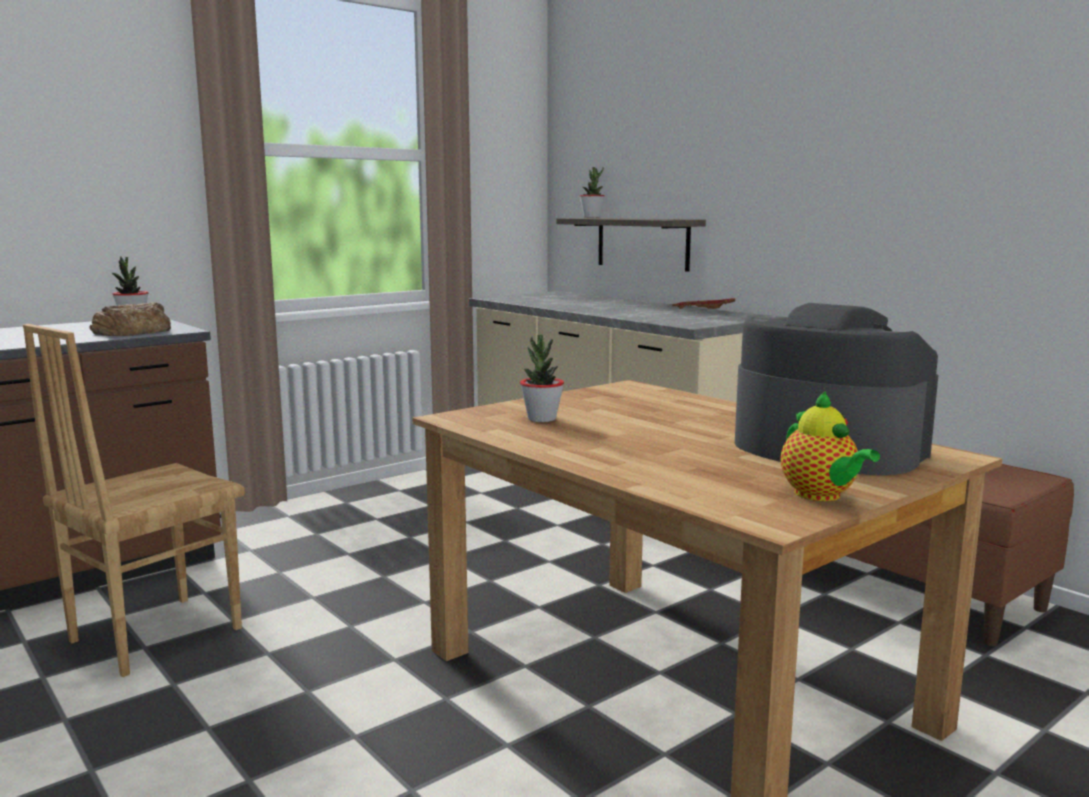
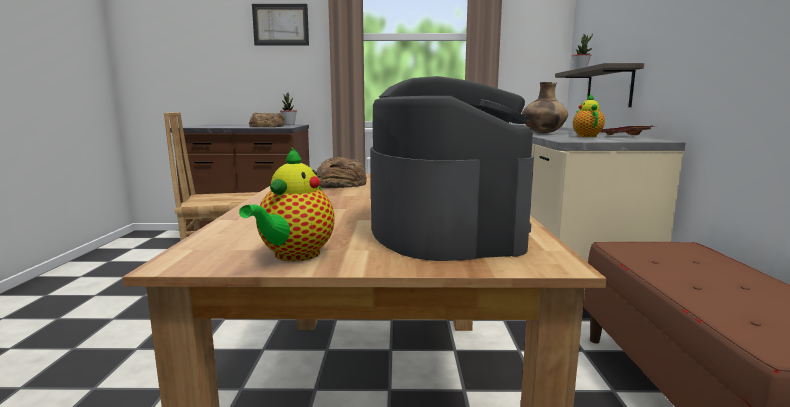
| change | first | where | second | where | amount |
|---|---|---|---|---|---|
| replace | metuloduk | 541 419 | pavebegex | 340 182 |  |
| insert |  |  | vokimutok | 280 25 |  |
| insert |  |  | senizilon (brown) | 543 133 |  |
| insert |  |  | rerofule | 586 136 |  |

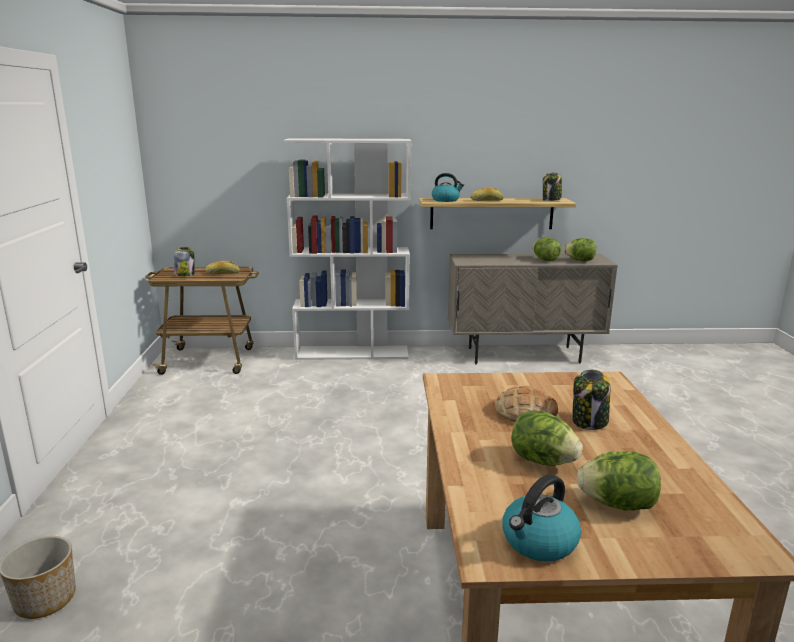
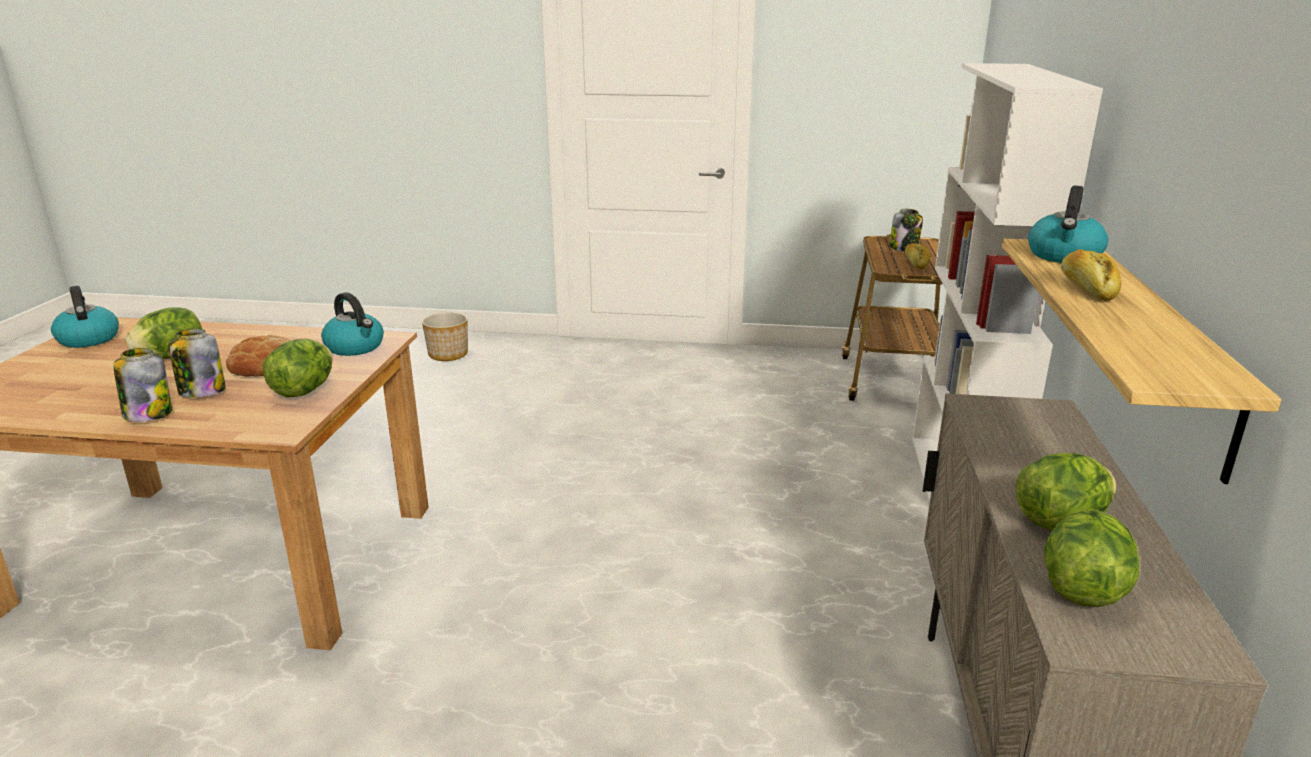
| change | first | where | second | where | amount |
|---|---|---|---|---|---|
| move | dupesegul | 551 200 |  | 148 414 |  |
| move | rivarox | 617 504 |  | 304 391 |  |
| insert |  |  | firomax | 355 347 |  |

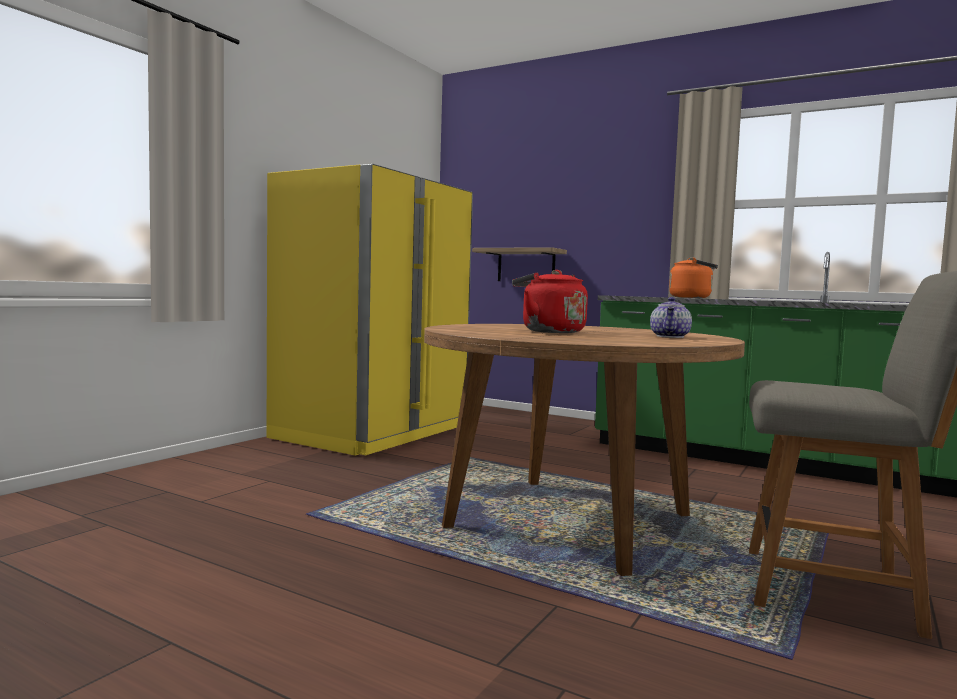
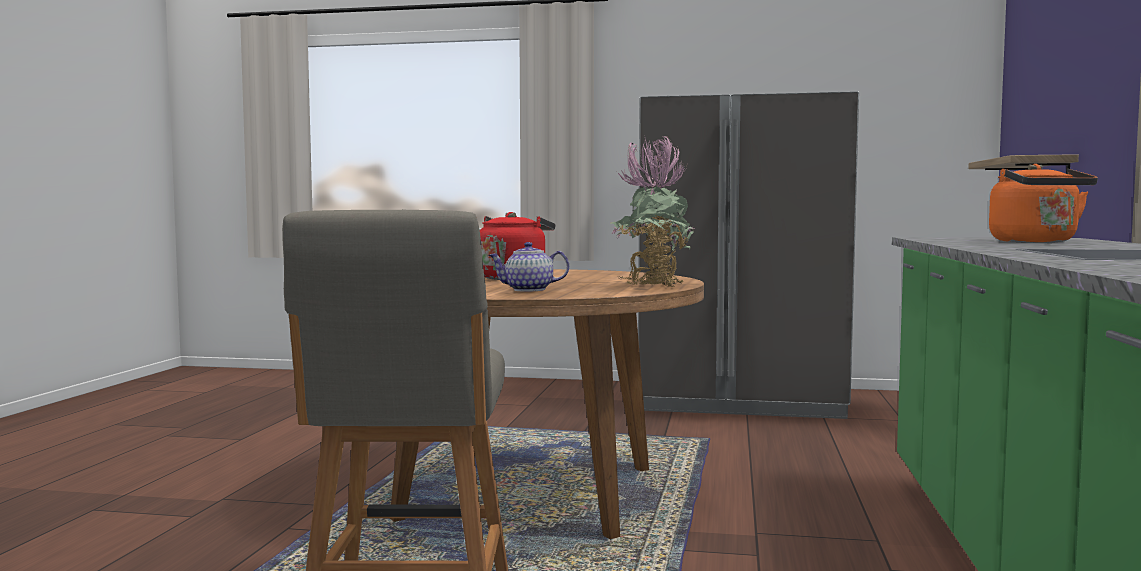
| change | first | where | second | where | amount |
|---|---|---|---|---|---|
| recolor | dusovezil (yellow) | 373 433 | dusovezil (grey) | 741 401 |  |
| insert |  |  | metuloduk | 652 286 |  |

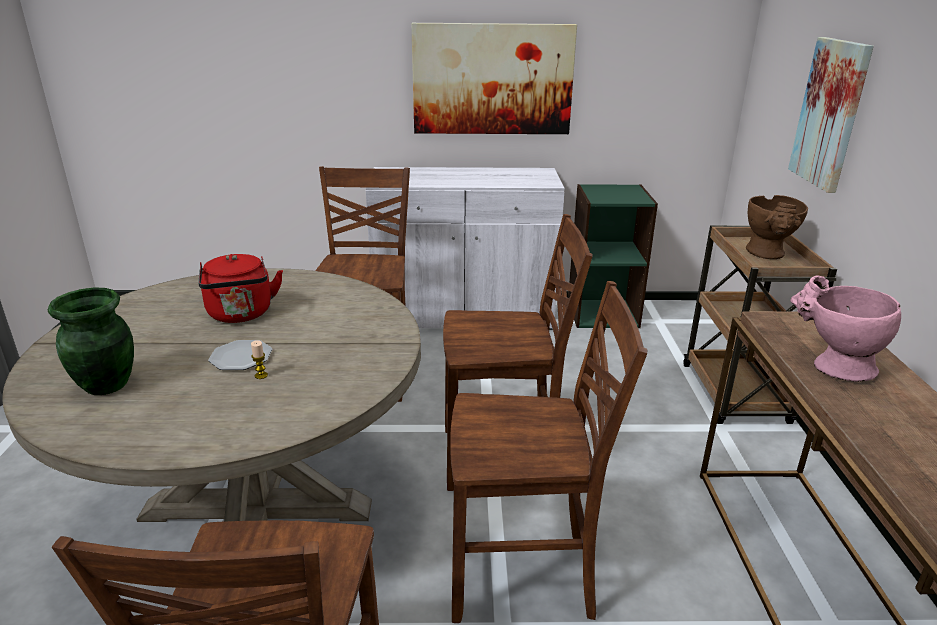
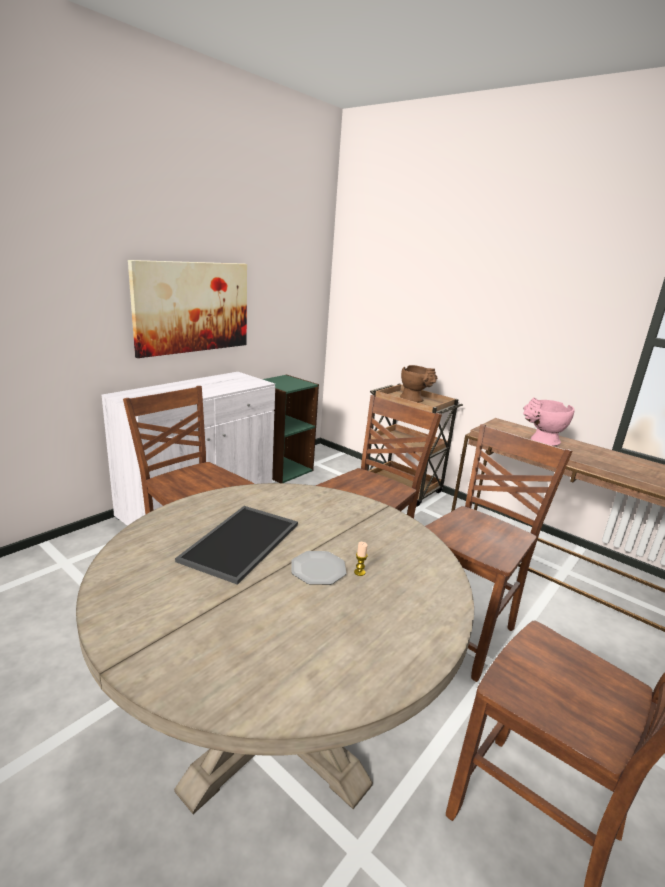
| change | first | where | second | where | amount |
|---|---|---|---|---|---|
| delete | senizilon (green) | 106 385 |  |  |  |
| replace | firomax (red) | 241 315 | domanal | 242 543 |  |
| delete | vokimutok | 830 113 |  |  |  |

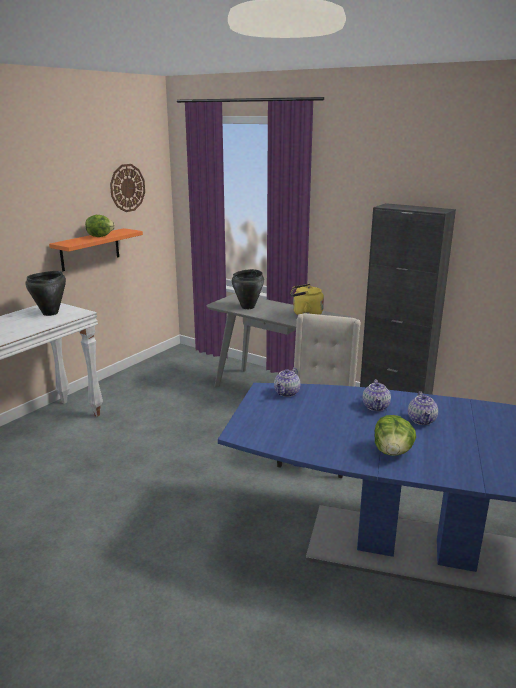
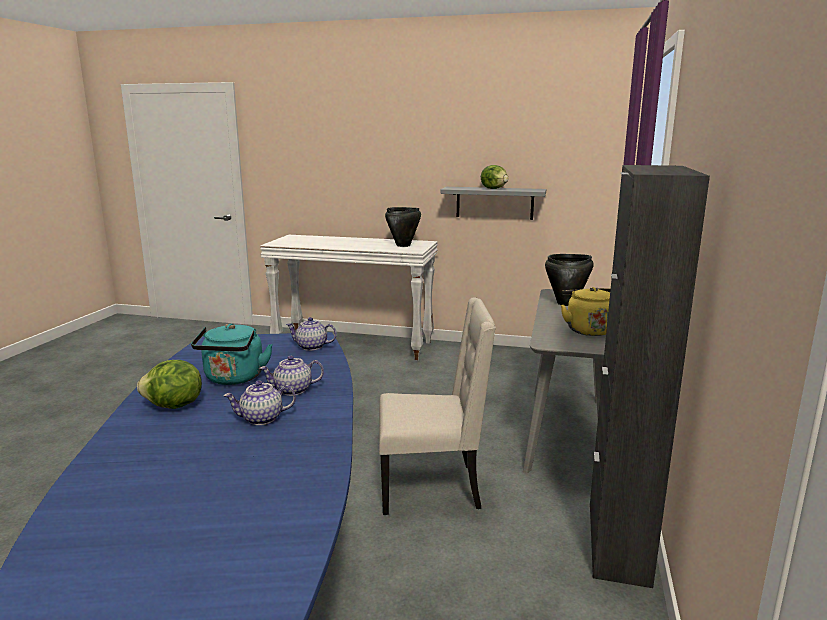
| change | first | where | second | where | amount |
|---|---|---|---|---|---|
| recolor | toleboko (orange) | 90 249 | toleboko (grey) | 494 203 |  |
| delete | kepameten | 127 188 |  |  |  |
| insert |  |  | firomax (turquoise) | 233 379 |  |

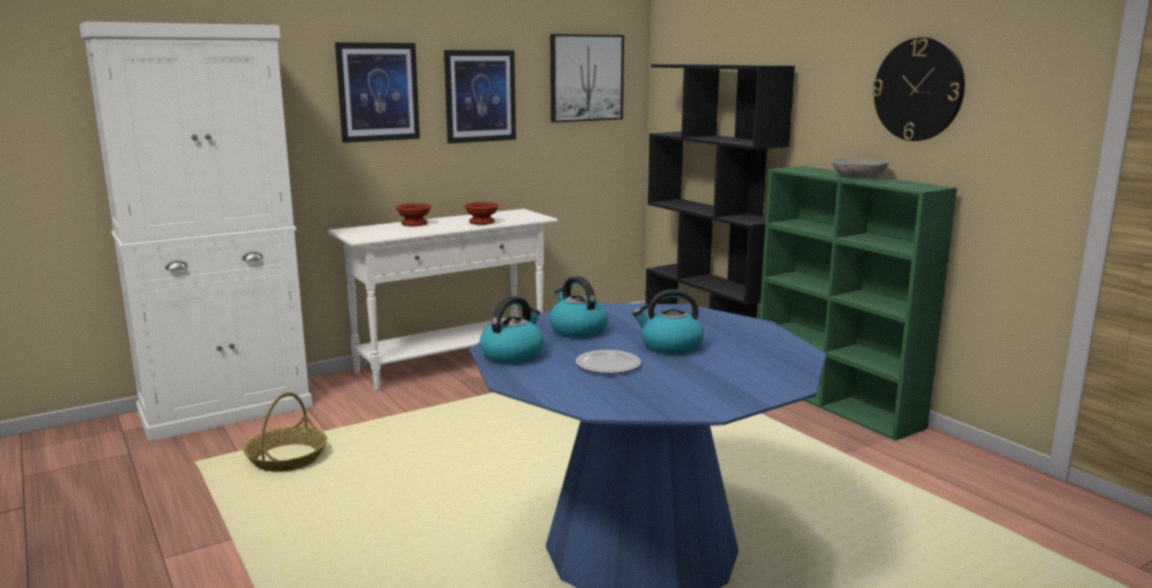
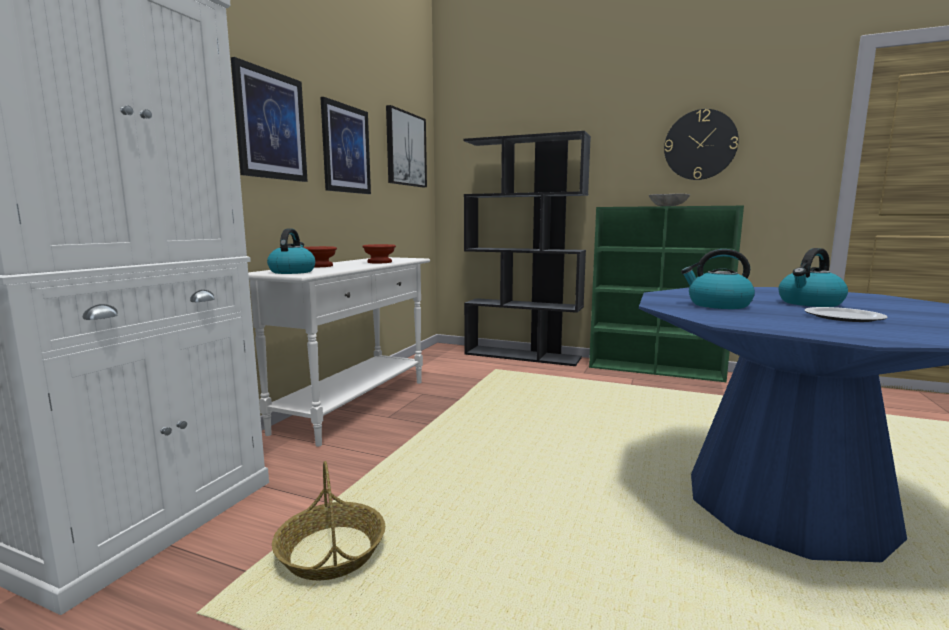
| change | first | where | second | where | amount |
|---|---|---|---|---|---|
| move | firomax | 513 355 |  | 292 272 |  |

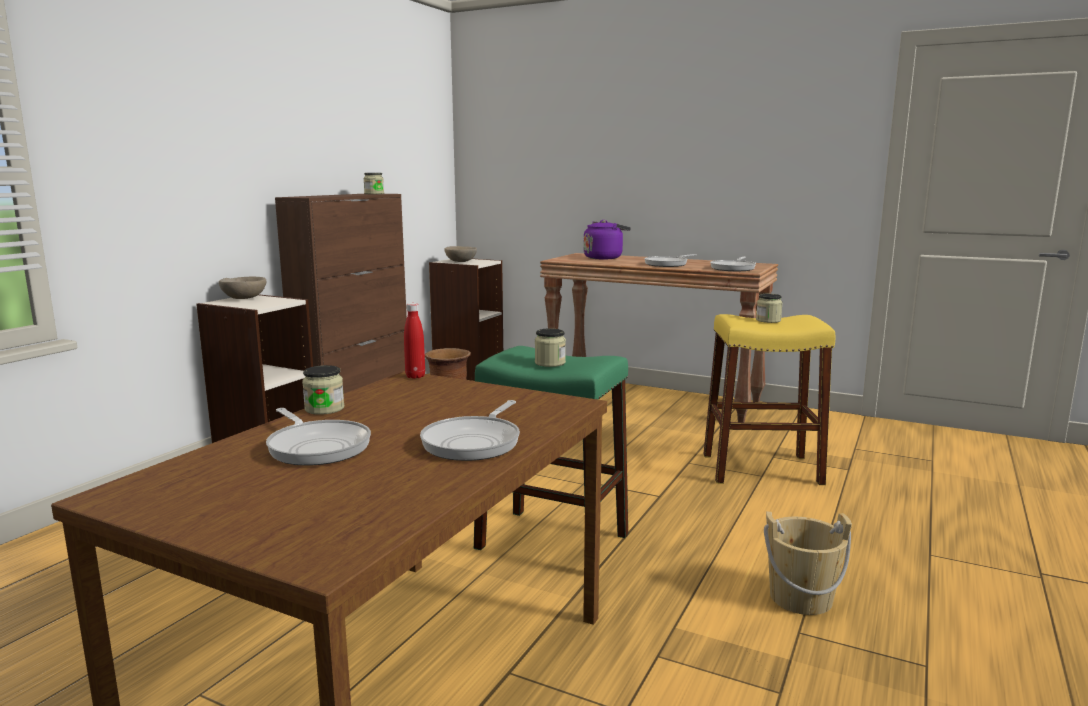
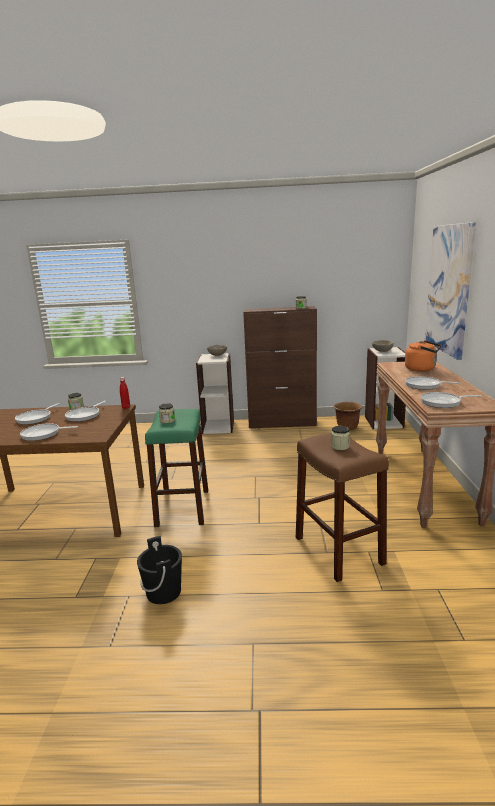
| change | first | where | second | where | amount |
|---|---|---|---|---|---|
| recolor | firomax (purple) | 604 258 | firomax (orange) | 422 369 |  |
| recolor | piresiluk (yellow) | 761 469 | piresiluk (brown) | 338 550 |  |
| recolor | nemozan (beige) | 800 598 | nemozan (black) | 163 592 |  |
| insert |  |  | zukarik | 84 415 |  |
| insert |  |  | vokimutok | 449 289 |  |

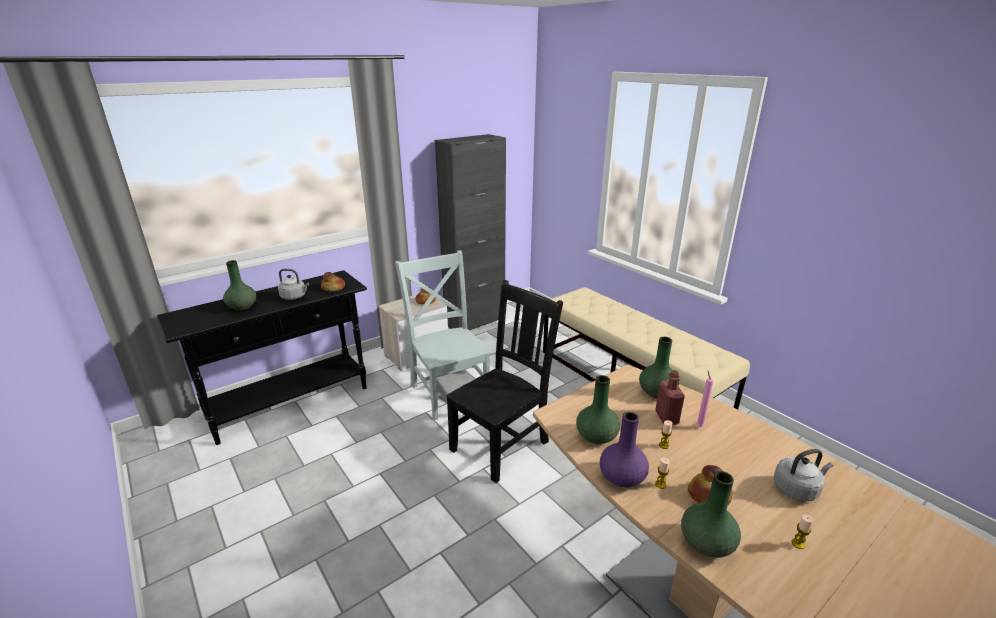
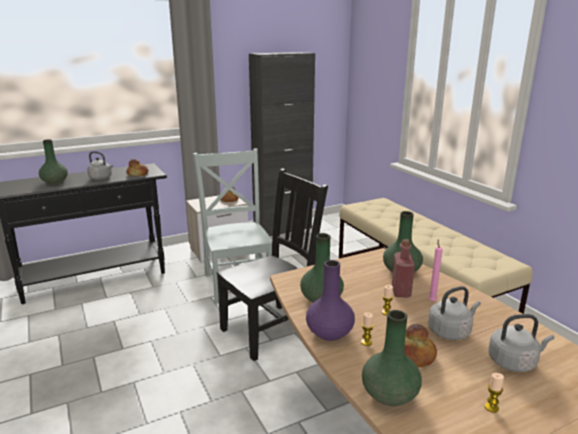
| change | first | where | second | where | amount |
|---|---|---|---|---|---|
| insert |  |  | firomax (grey) | 450 331 |  |

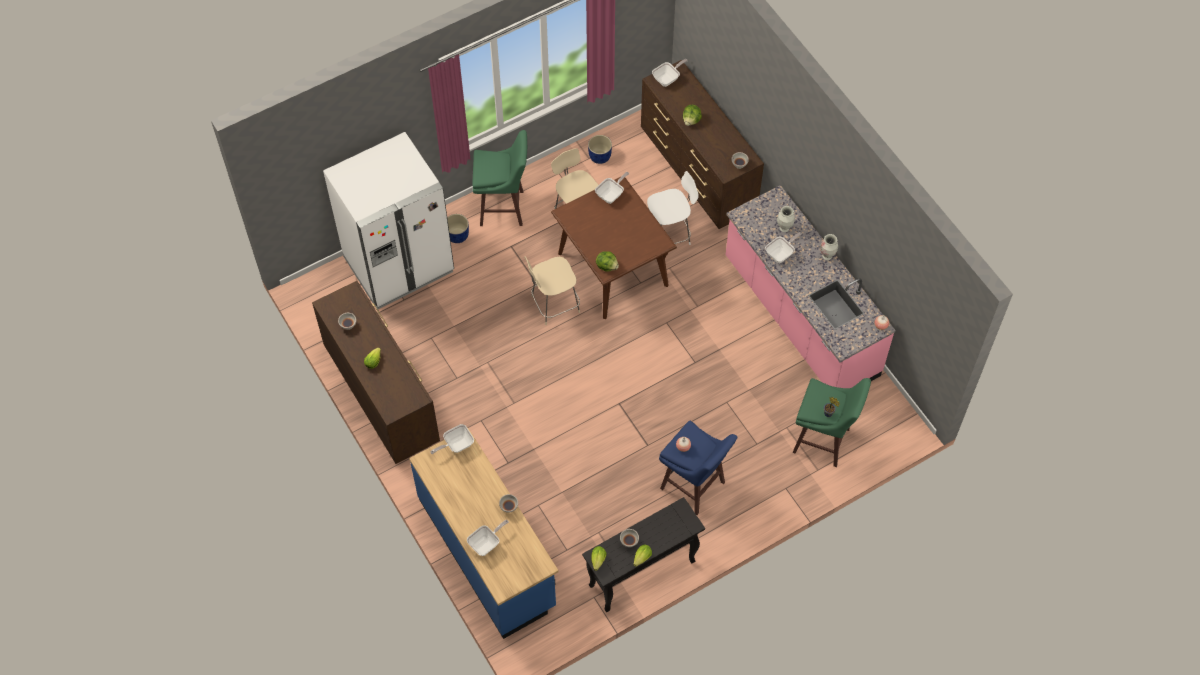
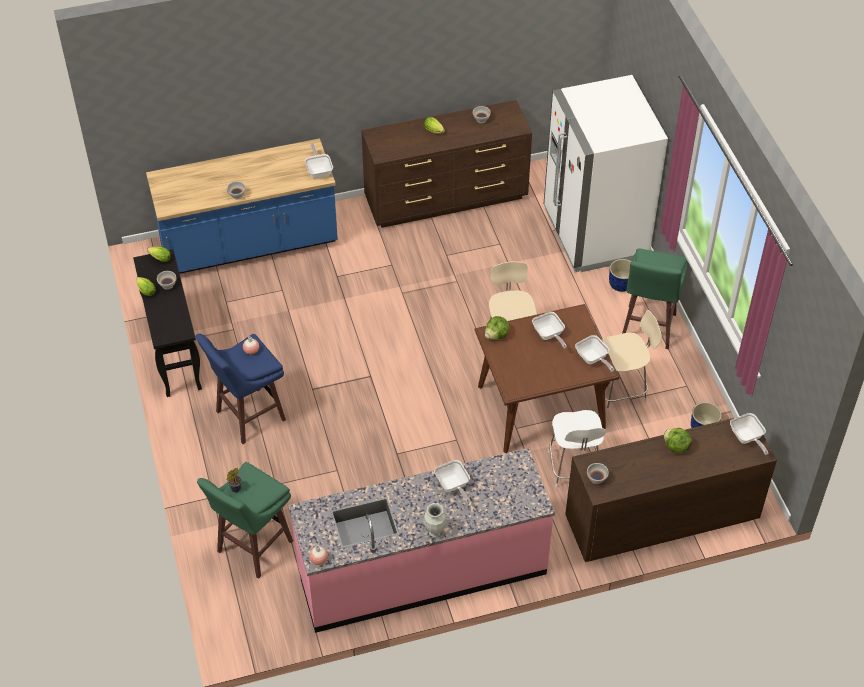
| change | first | where | second | where | amount |
|---|---|---|---|---|---|
| move | zukarik | 486 543 |  | 549 335 |  |
| delete | senizilon | 784 228 |  |  |  |

